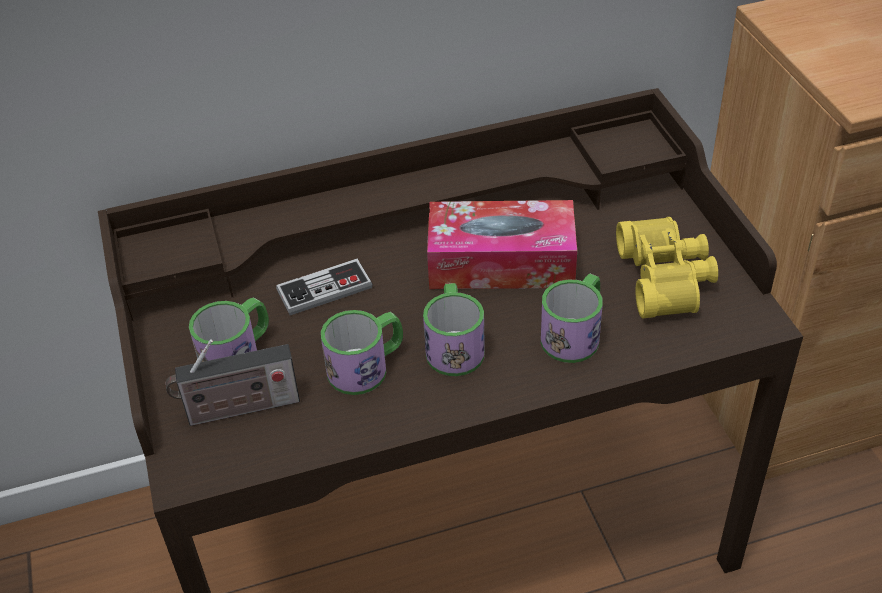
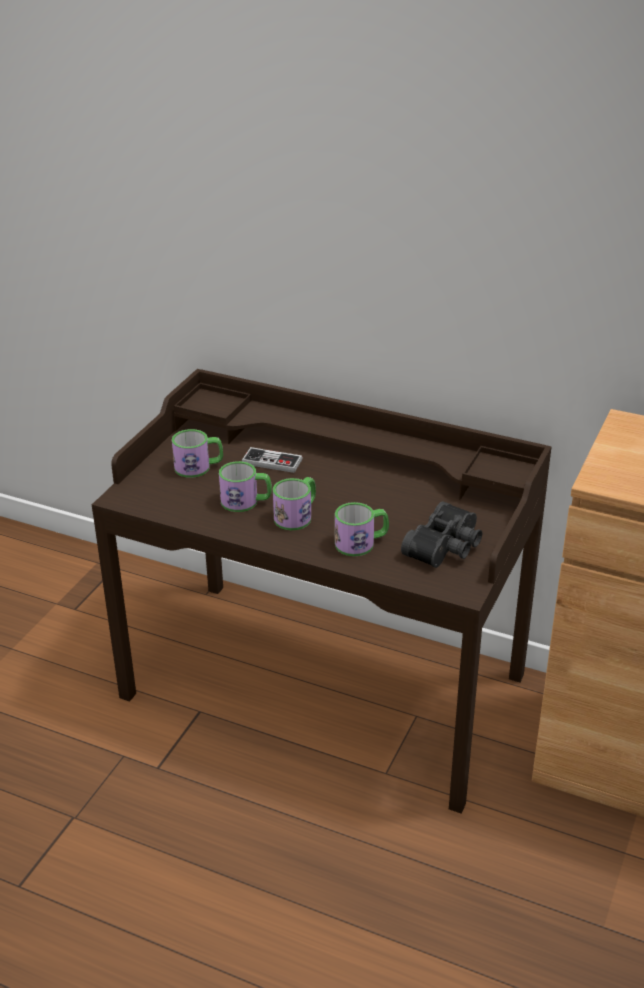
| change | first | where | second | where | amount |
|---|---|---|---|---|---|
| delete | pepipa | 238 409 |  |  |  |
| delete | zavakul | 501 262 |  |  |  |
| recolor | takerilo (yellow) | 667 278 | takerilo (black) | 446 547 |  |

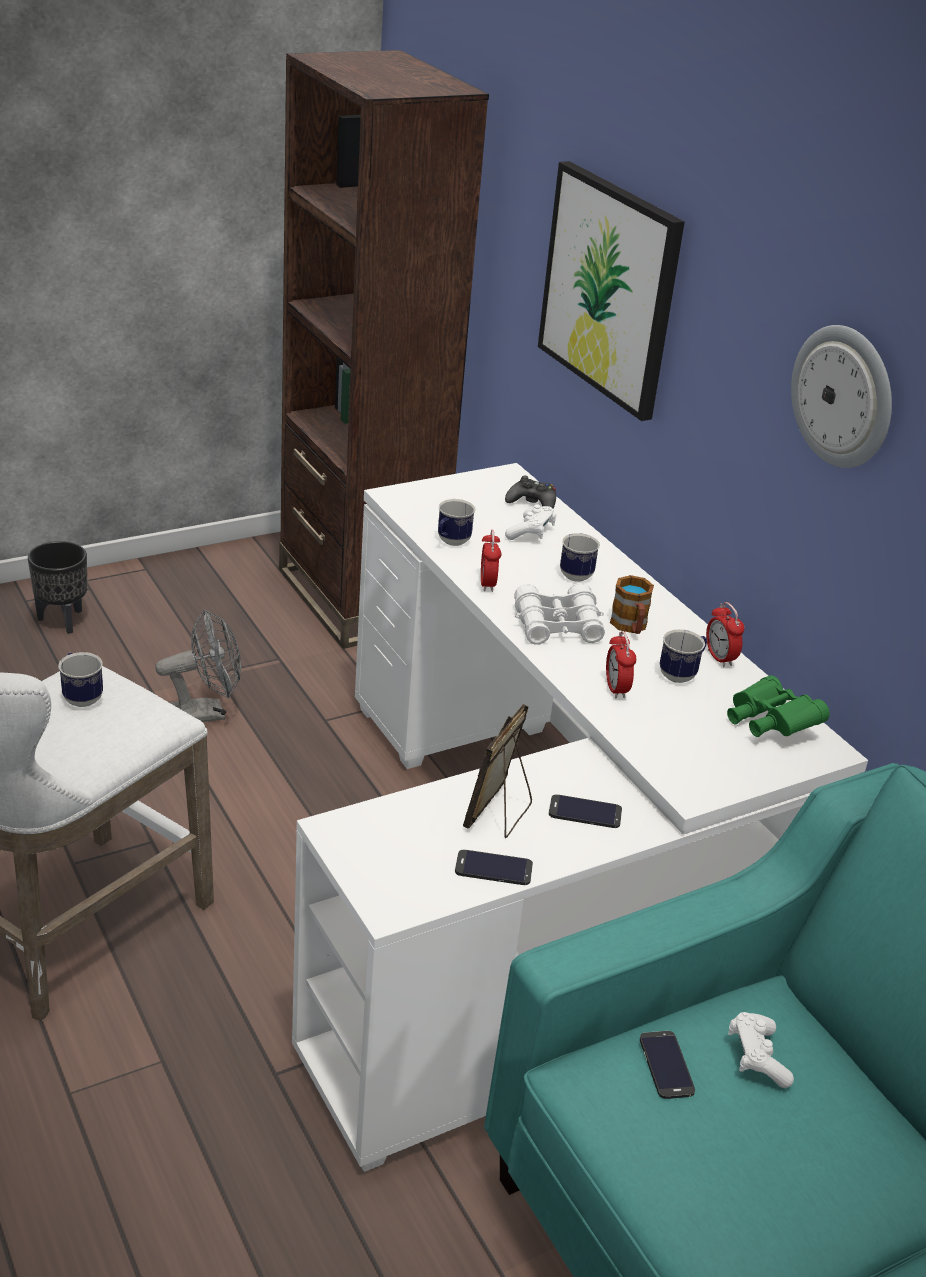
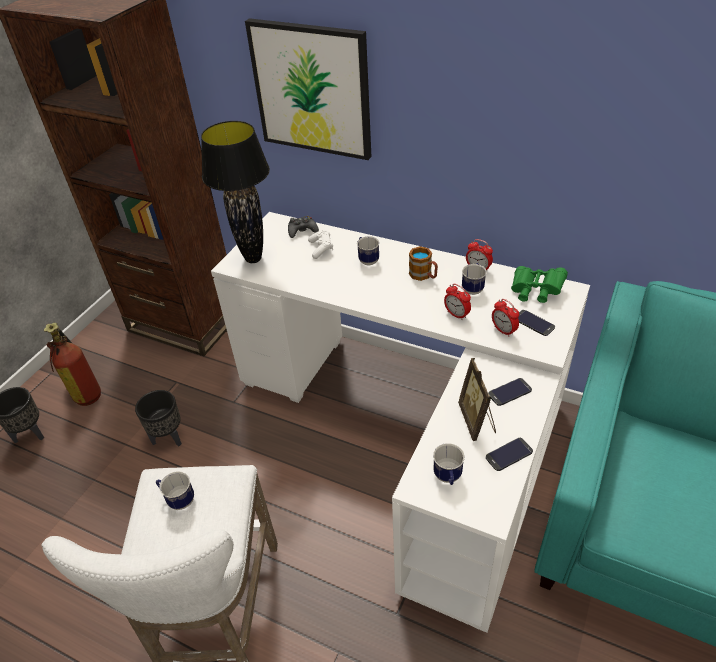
| change | first | where | second | where | amount |
|---|---|---|---|---|---|
| replace | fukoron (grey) | 206 713 | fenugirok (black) | 168 438 |  |
| move | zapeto | 451 542 |  | 448 478 |  |
| move | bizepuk | 487 584 |  | 503 330 |  |
| delete | takerilo (white) | 557 625 |  |  |  |
| move | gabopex | 666 1065 |  | 534 323 |  |
| delete | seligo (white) | 756 1058 |  |  |  |
| delete | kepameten | 843 396 |  |  |  |
| insert |  |  | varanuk | 85 390 |  |
| insert |  |  | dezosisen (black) | 253 259 |  |

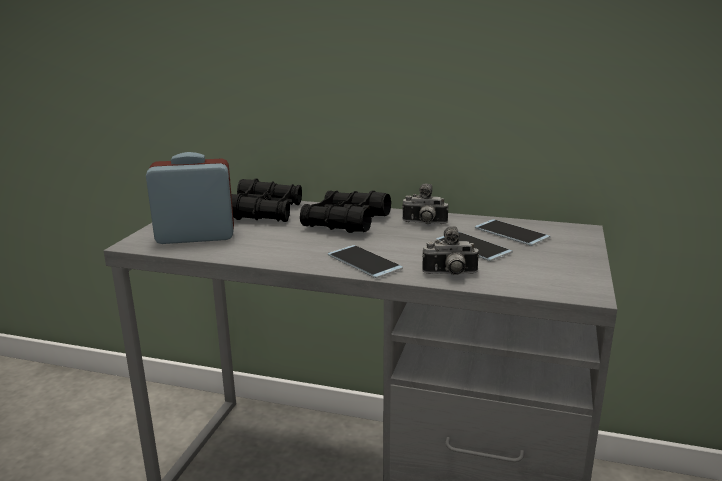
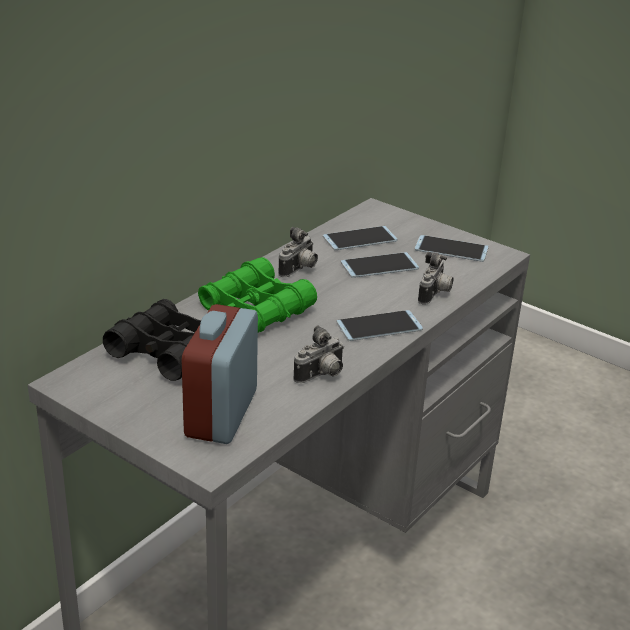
| change | first | where | second | where | amount |
|---|---|---|---|---|---|
| recolor | takerilo (black) | 346 222 | takerilo (green) | 256 309 |  |
| insert |  |  | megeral | 321 376 |  |
| insert |  |  | gabopex | 451 249 |  |

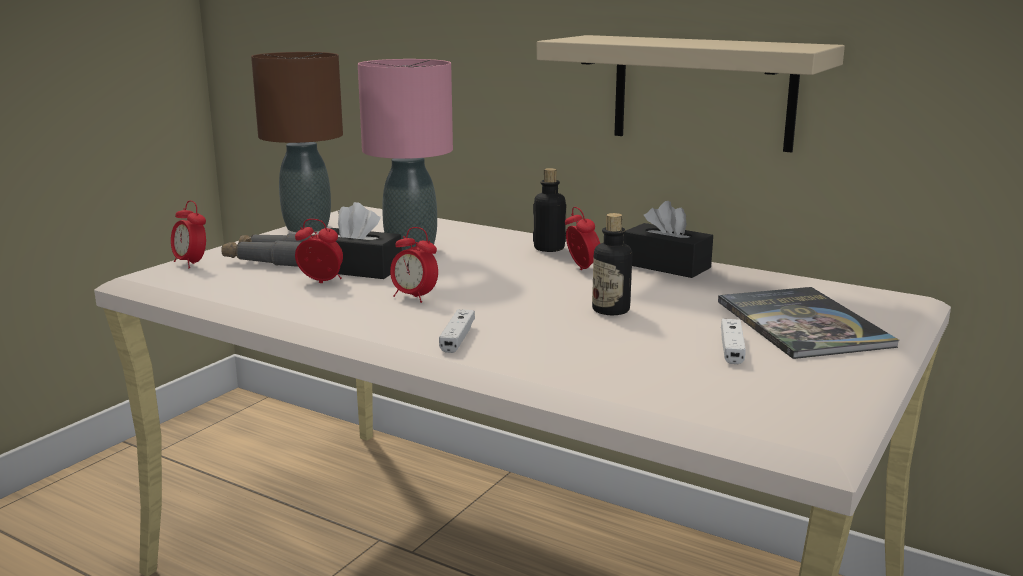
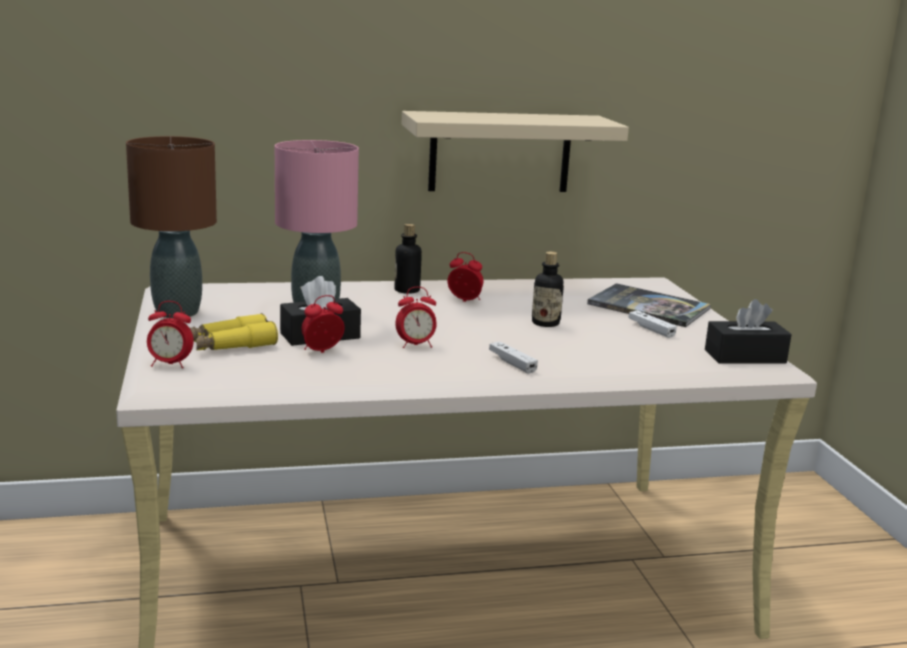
| change | first | where | second | where | amount |
|---|---|---|---|---|---|
| recolor | takerilo (grey) | 271 260 | takerilo (yellow) | 230 345 |  |
| move | zavakul (black) | 666 266 |  | 745 356 |  |

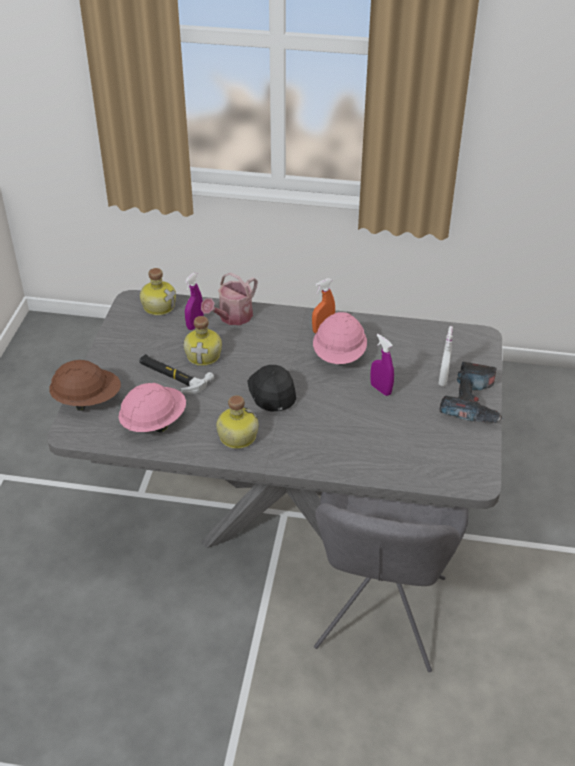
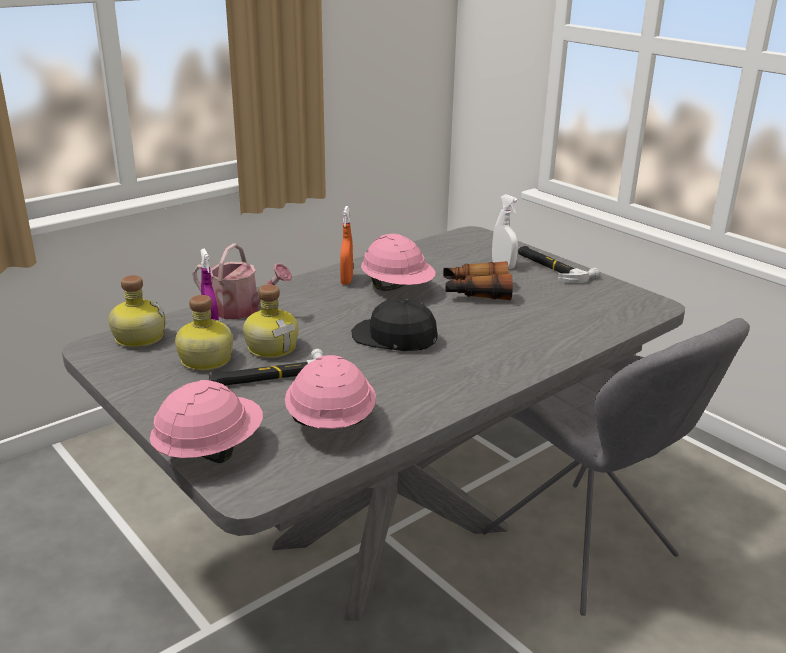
| change | first | where | second | where | amount |
|---|---|---|---|---|---|
| recolor | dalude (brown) | 87 400 | dalude (pink) | 209 450 |  |
| rotate | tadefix | 232 317 |  | 242 310 | 60 degrees counterclockwise |
| move | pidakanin | 236 436 |  | 204 360 |  |
| replace | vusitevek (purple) | 380 389 | takerilo | 475 292 |  |
| replace | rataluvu | 473 403 | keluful | 552 267 |  |

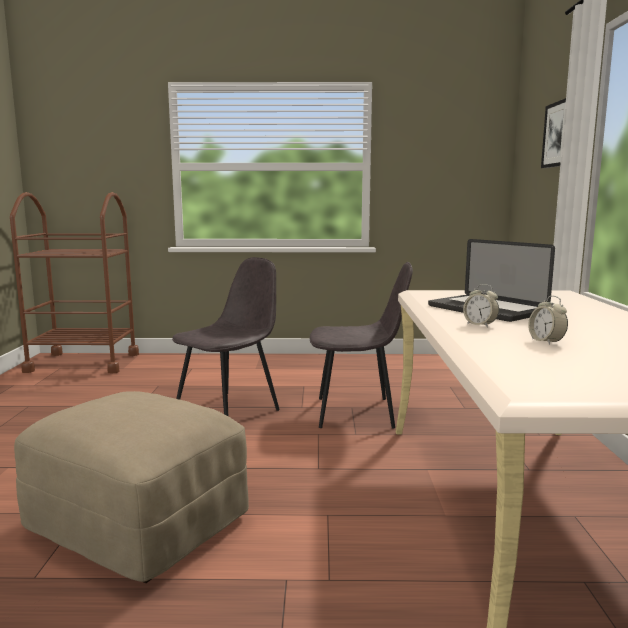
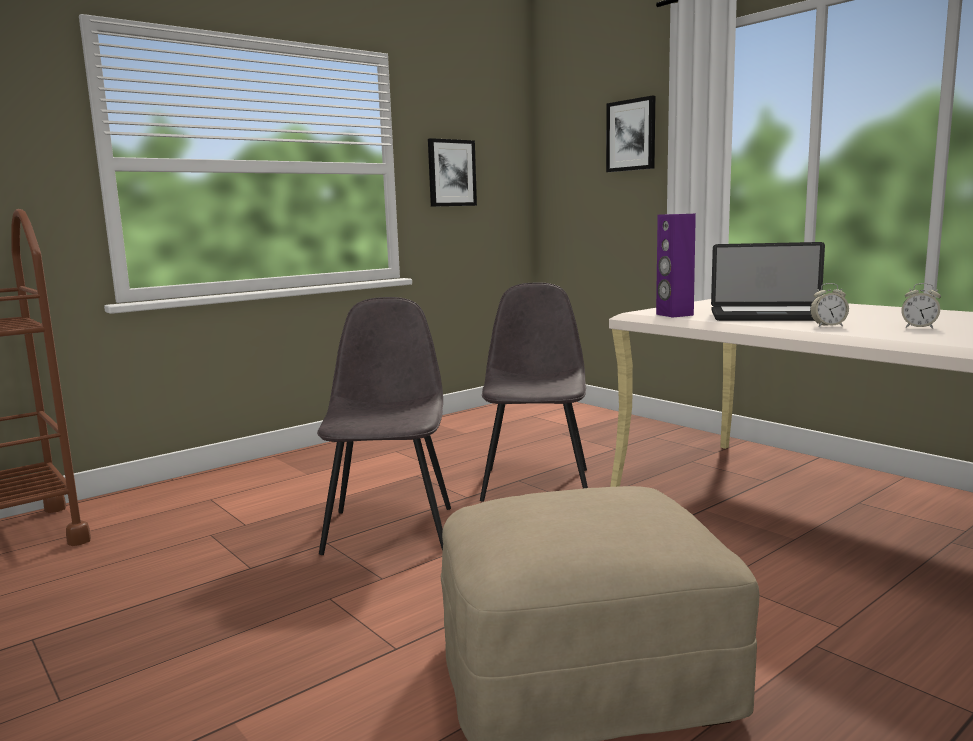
| change | first | where | second | where | amount |
|---|---|---|---|---|---|
| rotate | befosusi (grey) | 357 413 |  | 536 483 | 45 degrees counterclockwise |
| insert |  |  | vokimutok | 451 173 |  |
| insert |  |  | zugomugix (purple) | 674 315 |  |

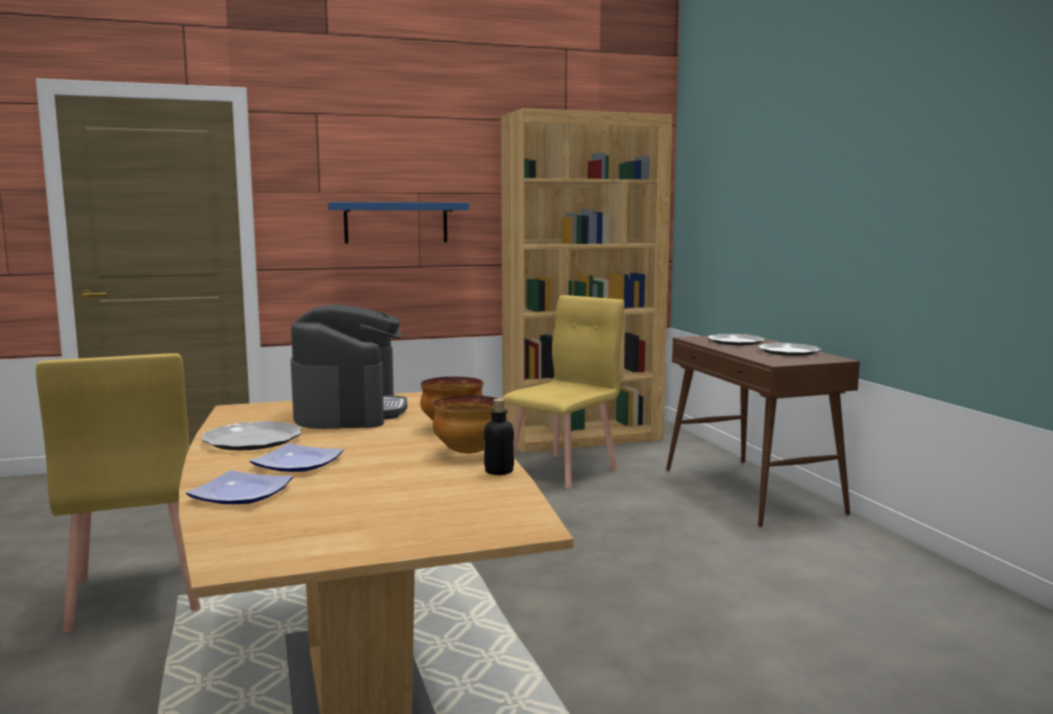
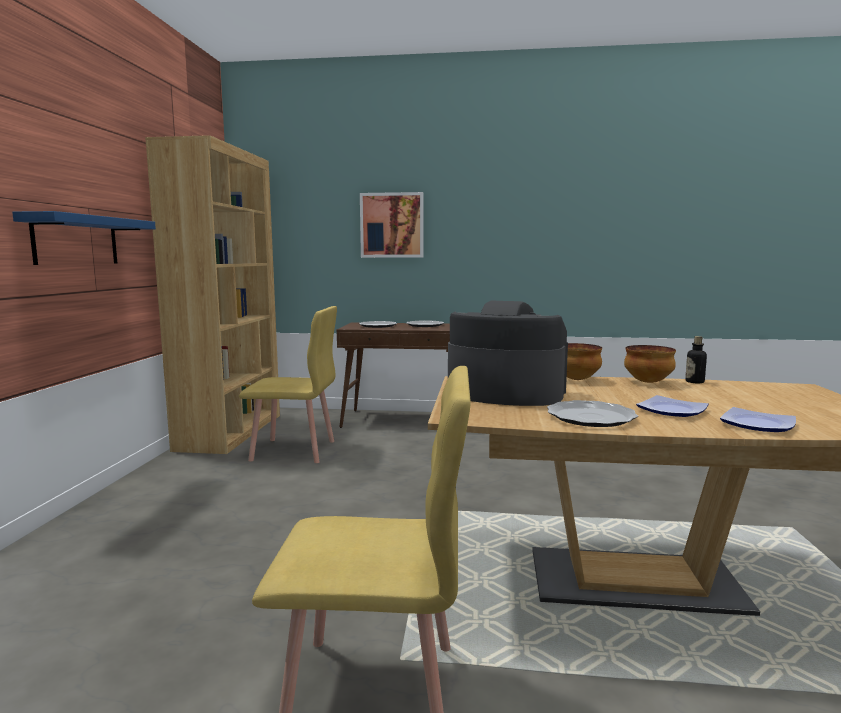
| change | first | where | second | where | amount |
|---|---|---|---|---|---|
| rotate | befosusi (yellow) | 563 471 |  | 294 451 | 120 degrees clockwise |
| insert |  |  | vokimutok | 392 225 |  |

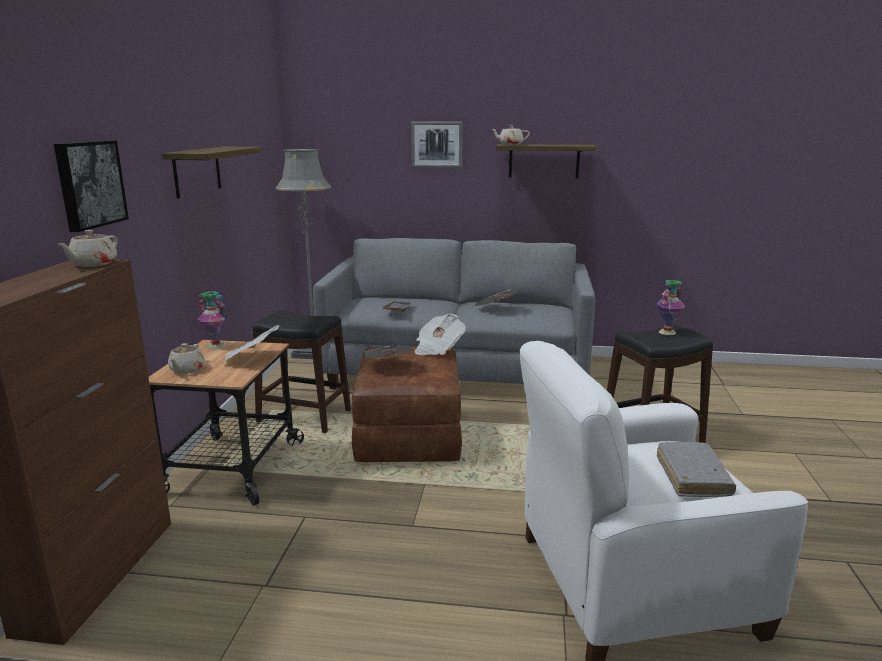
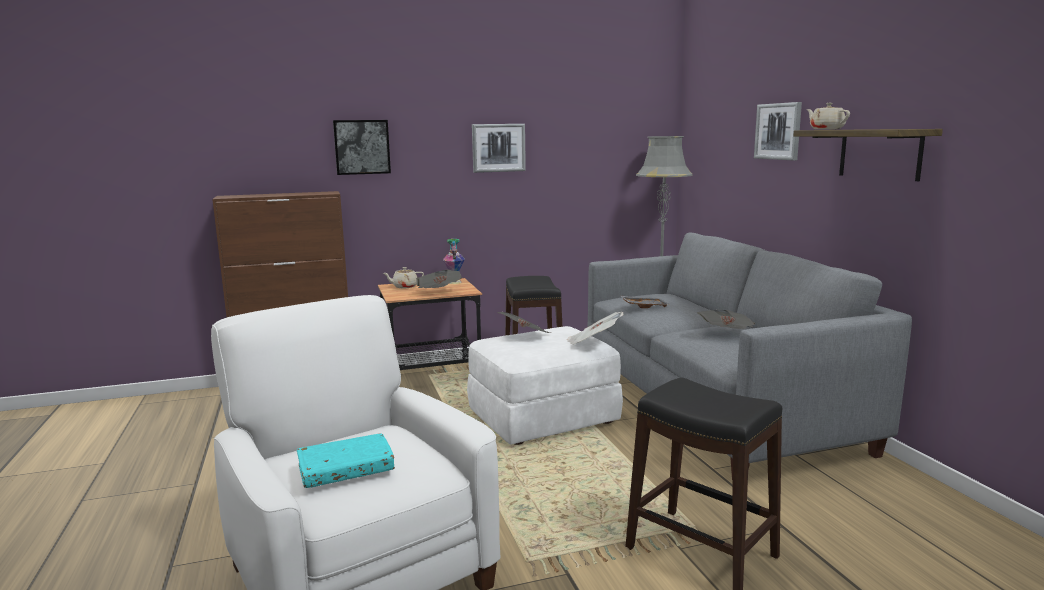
| change | first | where | second | where | amount |
|---|---|---|---|---|---|
| delete | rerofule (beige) | 93 264 |  |  |  |
| replace | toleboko | 197 171 | vokimutok | 498 148 |  |
| recolor | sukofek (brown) | 409 436 | sukofek (white) | 542 418 |  |
| delete | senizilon | 667 332 |  |  |  |
| recolor | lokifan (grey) | 692 477 | lokifan (turquoise) | 346 470 |  |

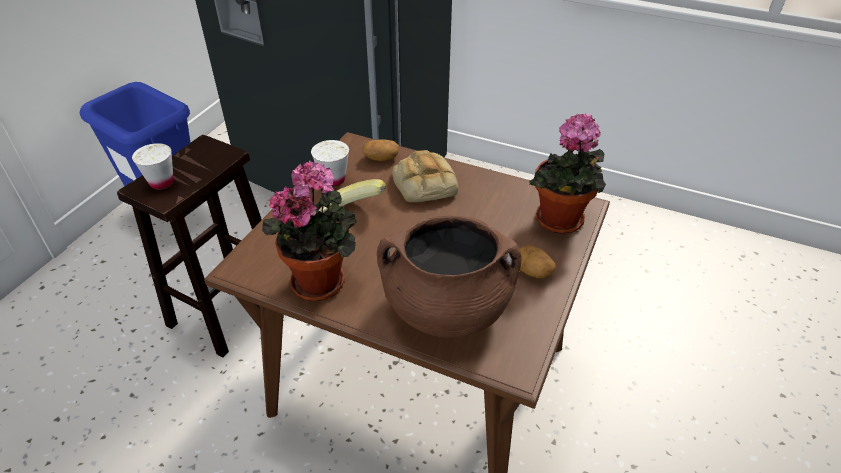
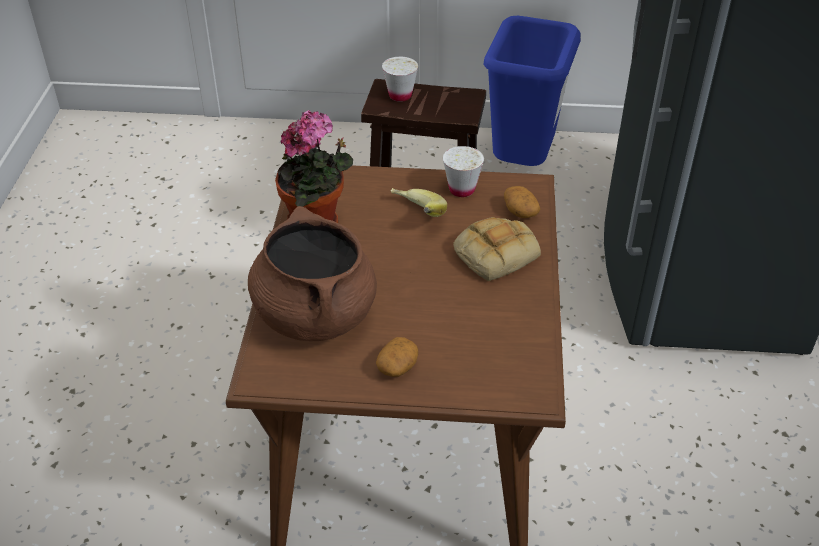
| change | first | where | second | where | amount |
|---|---|---|---|---|---|
| delete | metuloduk | 560 222 |  |  |  |

